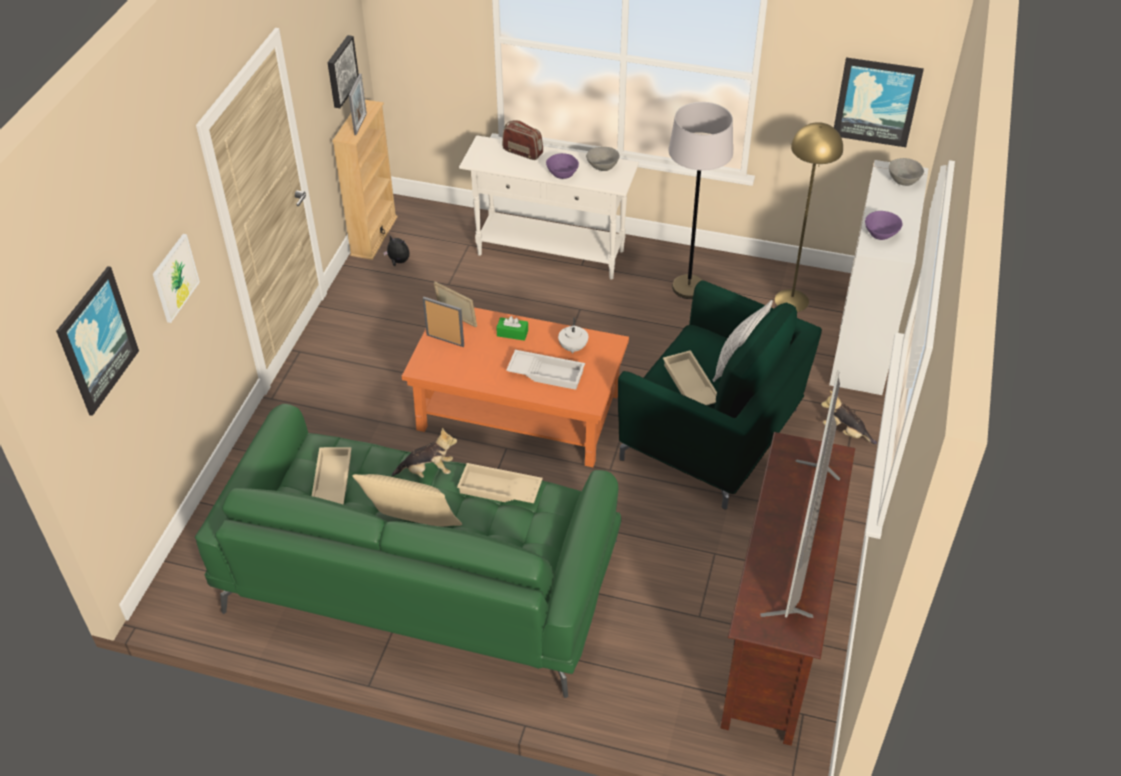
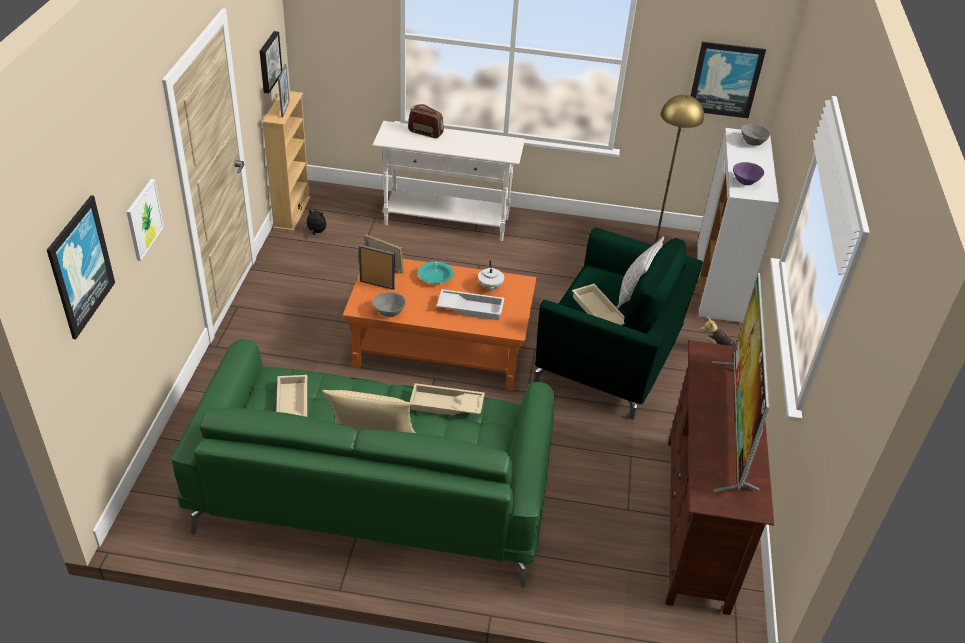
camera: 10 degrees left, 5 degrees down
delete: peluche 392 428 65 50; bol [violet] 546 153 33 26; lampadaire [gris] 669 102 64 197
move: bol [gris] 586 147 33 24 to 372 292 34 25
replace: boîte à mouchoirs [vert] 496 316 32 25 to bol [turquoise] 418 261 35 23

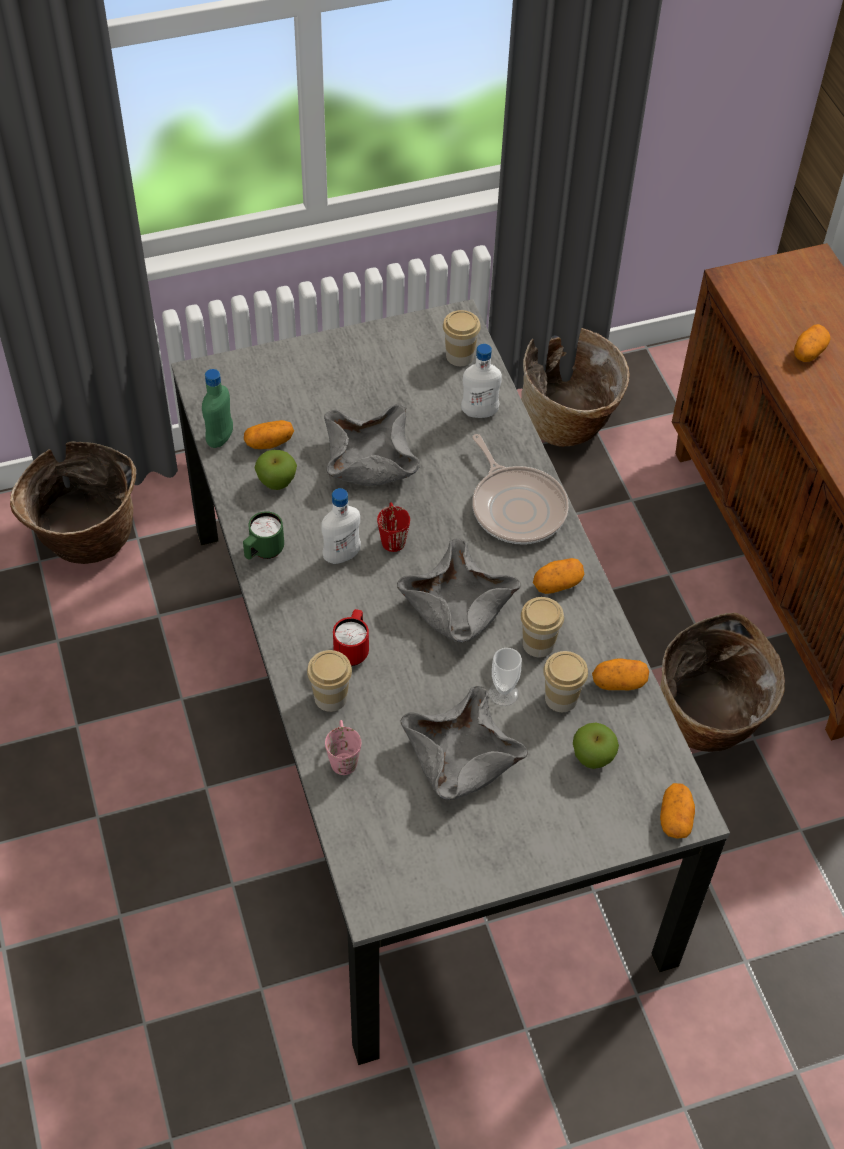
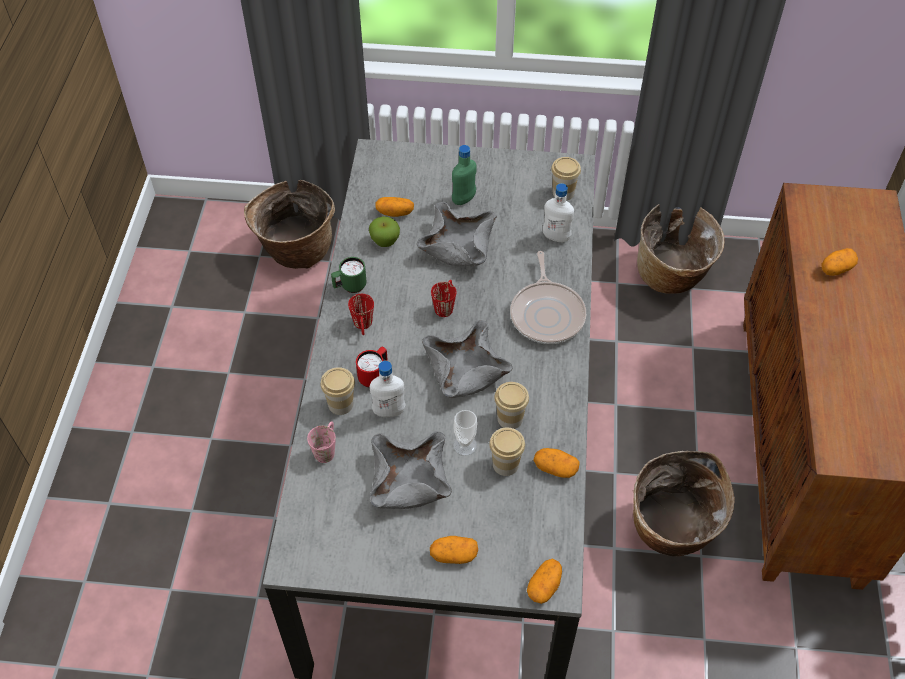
camera: 25 degrees right, 0 degrees up
delete: pomme 573 723 46 46
insert: mug [rouge] 348 294 26 41
move: bouteille [vert] 202 369 31 79 to 452 145 25 60; bouteille [blanc] 321 488 40 76 to 370 361 35 56; pomme de terre 533 558 51 36 to 430 536 48 28

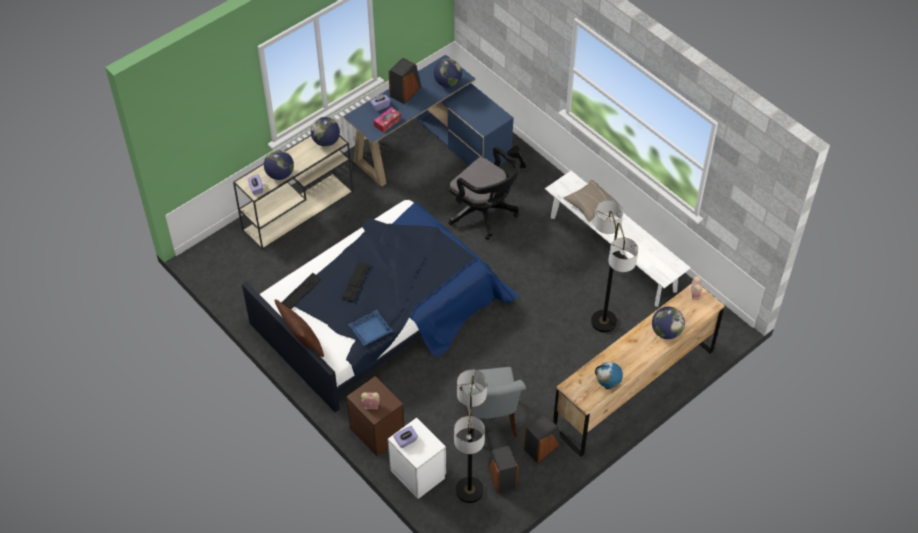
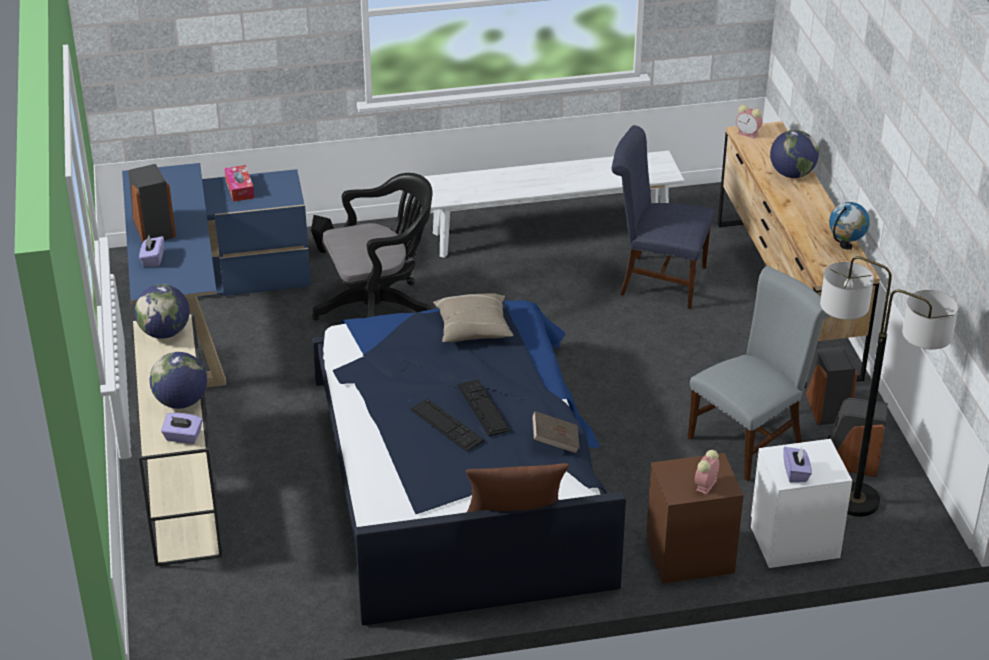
camera: 60 degrees left, 15 degrees down
delete: globe 434 59 28 28
move: clavier 281 273 42 36 to 457 380 54 56; boîte à mouchoirs 374 107 27 26 to 224 165 31 37; coussin [beige] 563 180 54 42 to 433 293 80 49
replace: plateau [bleu] 348 310 45 36 to livre [marron] 532 411 47 42; lampadaire 591 200 47 132 to chaise [bleu] 612 125 103 184
rotate: chaise [gris] 459 367 67 70 = 688 266 142 215 60 degrees counterclockwise

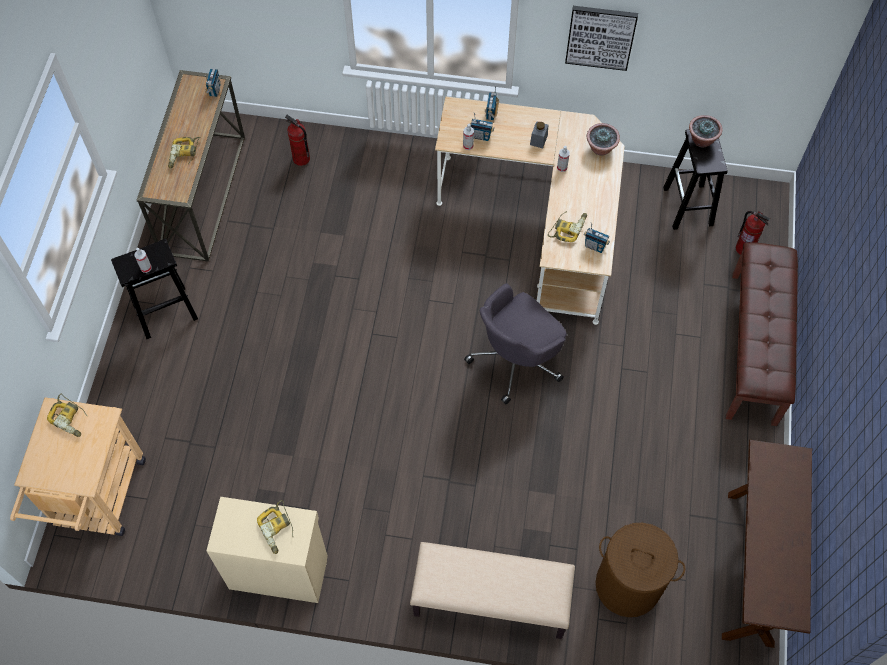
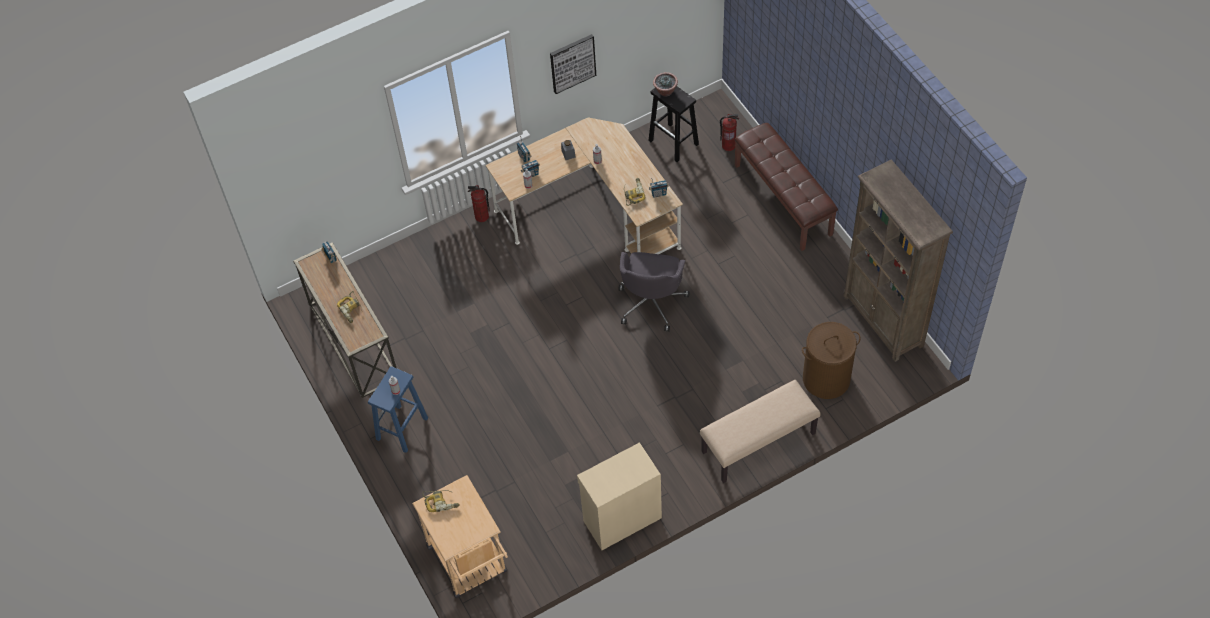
camera: 35 degrees left, 5 degrees down
delete: perceuse 257 500 36 54; plante en pot 587 123 33 33
move: extincteur 285 115 25 51 to 468 185 22 37
replace: table console [marron] 722 440 90 208 to bibliothèque [marron] 843 160 110 202
recolor: tabouret [noir] 111 239 87 100 to tabouret [bleu] 368 366 60 87

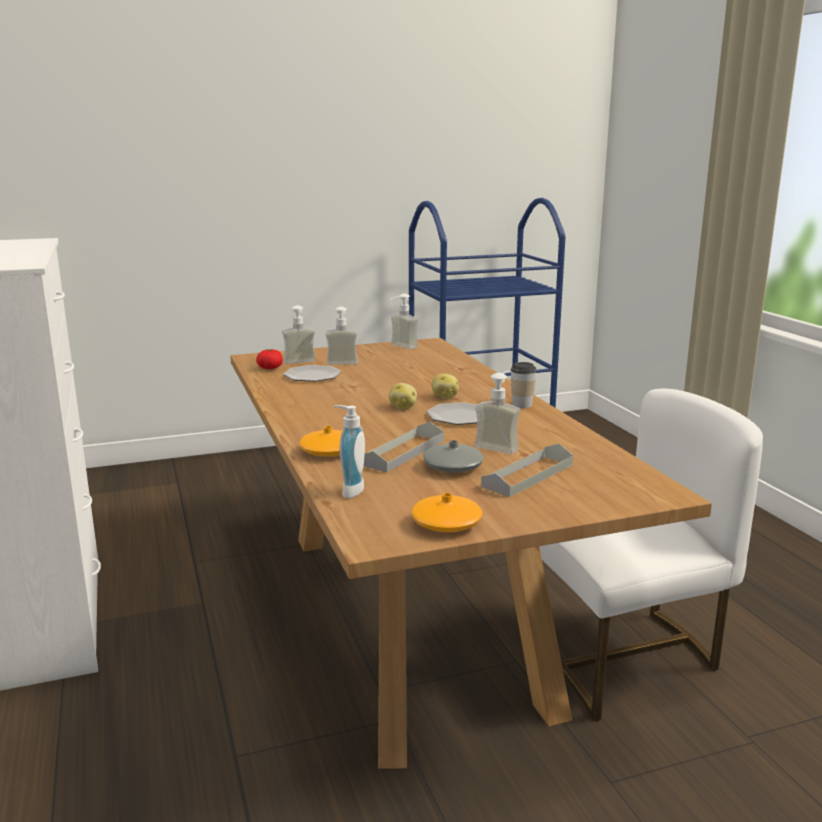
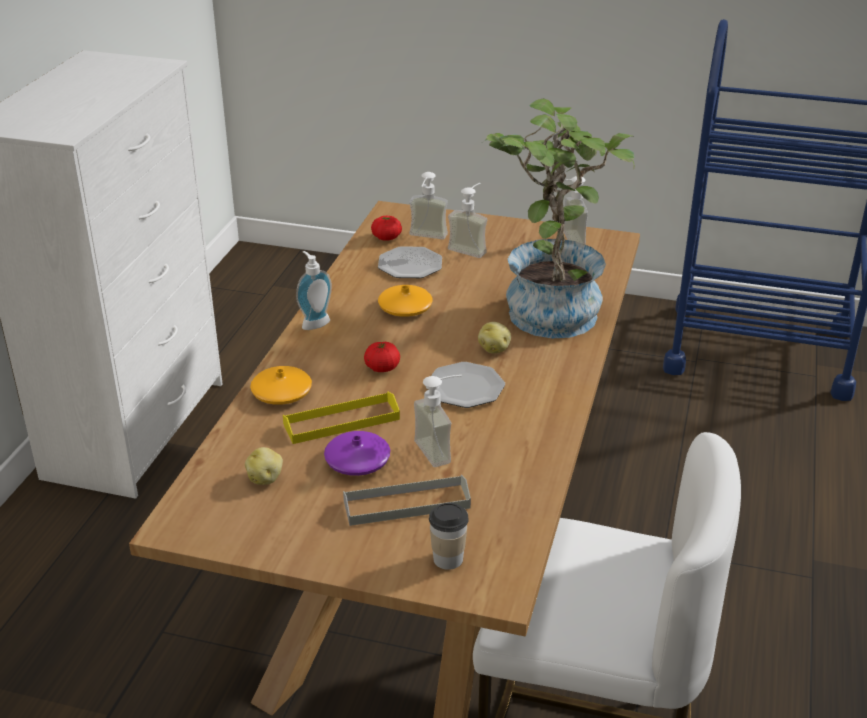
camera: 35 degrees right, 15 degrees up
insert: tomate 364 342 36 30; plante en pot 482 98 153 240
move: distributeur de savon 333 405 32 93 to 296 251 36 79; pomme de terre 389 383 28 26 to 245 447 38 38; vase [orange] 411 493 72 39 to 378 285 55 32; tasse 510 362 27 46 to 429 503 40 67
recolor: plateau [gris] 364 422 80 50 to plateau [jaune] 283 392 117 52; vase [gris] 423 440 61 33 to vase [violet] 324 431 66 45

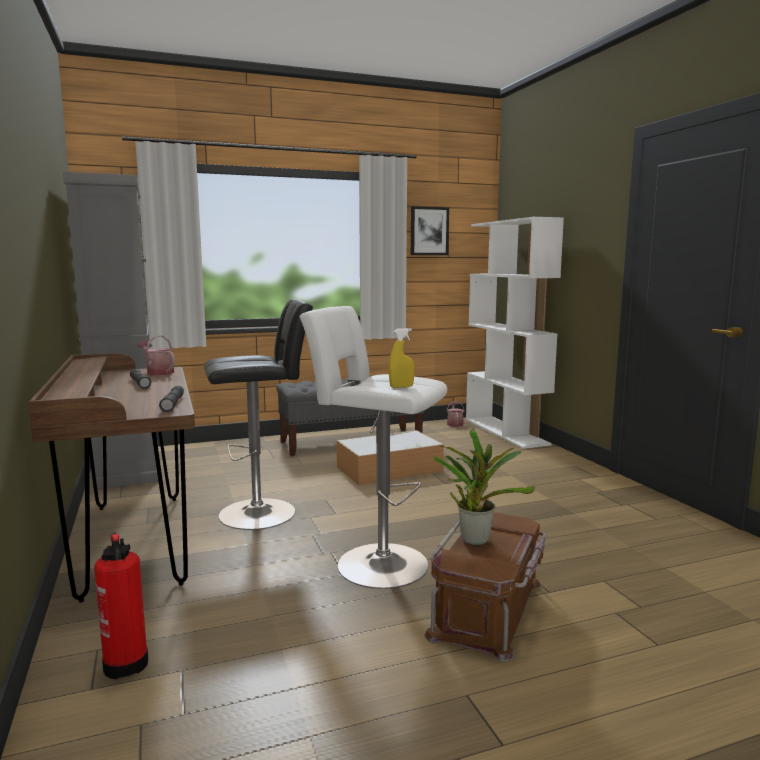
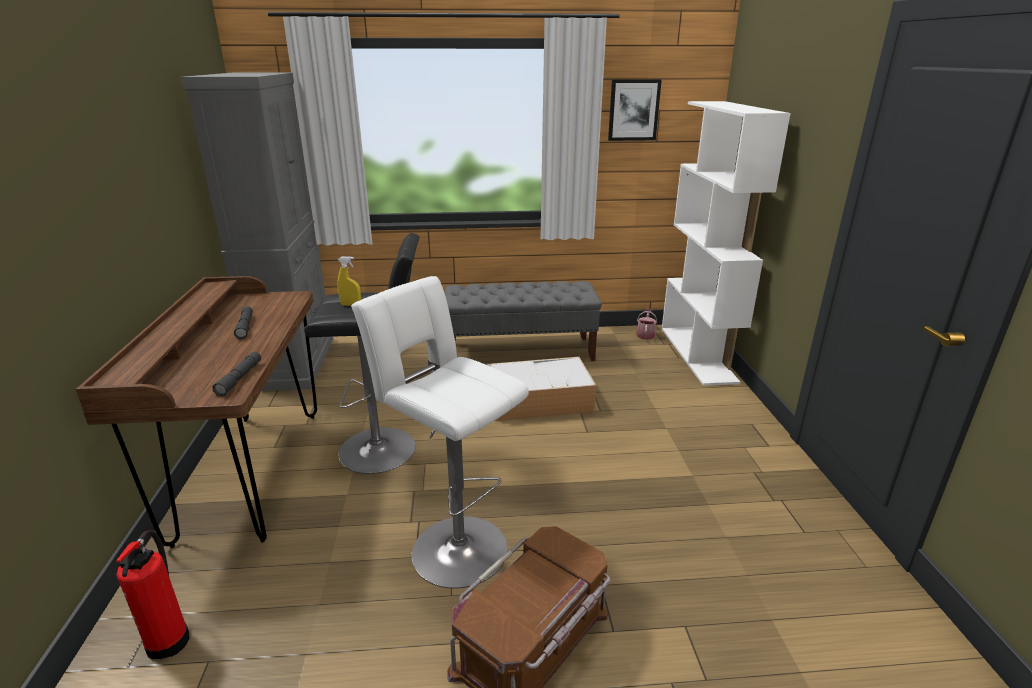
camera: 15 degrees right, 15 degrees up
delete: arrosoir 137 335 38 40; plante en pot 433 429 102 116
move: vaporisateur [jaune] 389 328 26 60 to 337 257 24 49

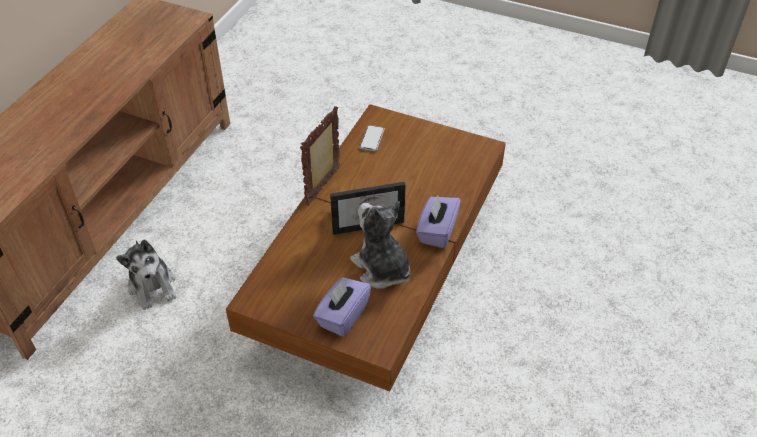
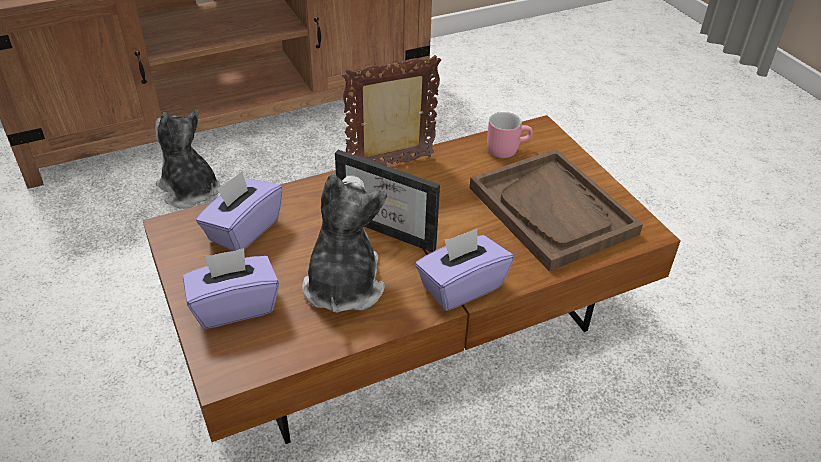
camera: 40 degrees right, 5 degrees down
insert: boîte à mouchoirs [violet] 196 171 87 80; plateau [marron] 470 149 173 122
replace: téléphone 359 125 26 26 to mug [rose] 487 112 46 46
rotate: peluche 116 240 60 70 = 155 110 65 99 120 degrees clockwise

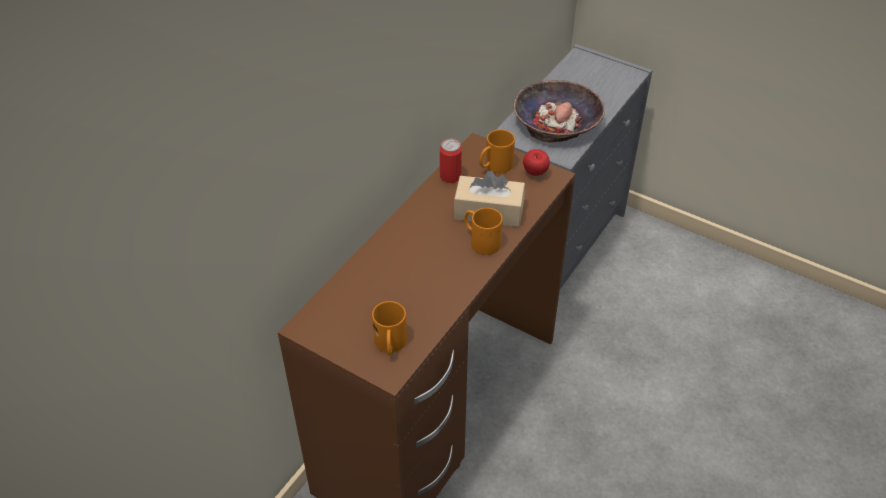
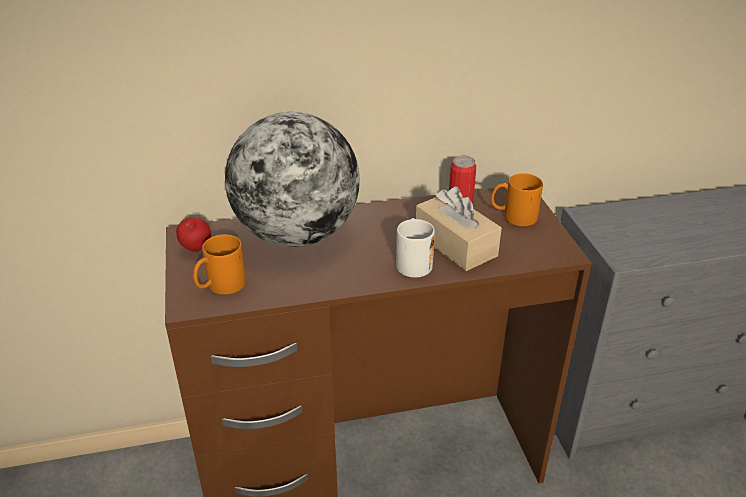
camera: 45 degrees right, 10 degrees down
delete: bol 513 80 92 63
insert: globe 225 112 135 135
move: pomme 523 149 27 27 to 176 217 35 35
recolor: mug [orange] 464 208 39 47 to mug [blanc] 396 218 39 59

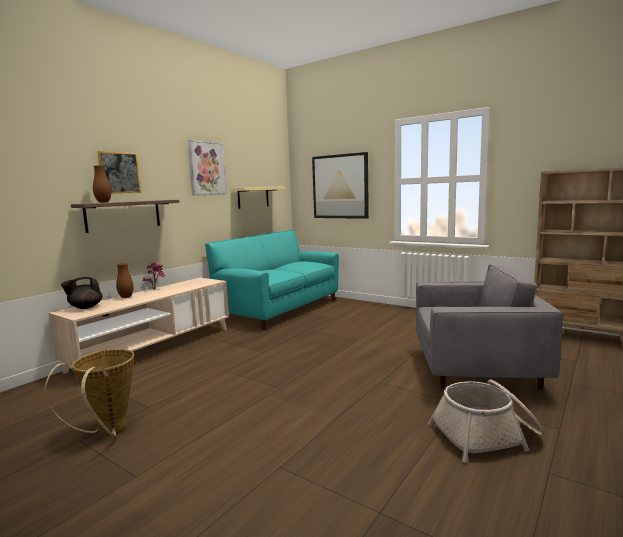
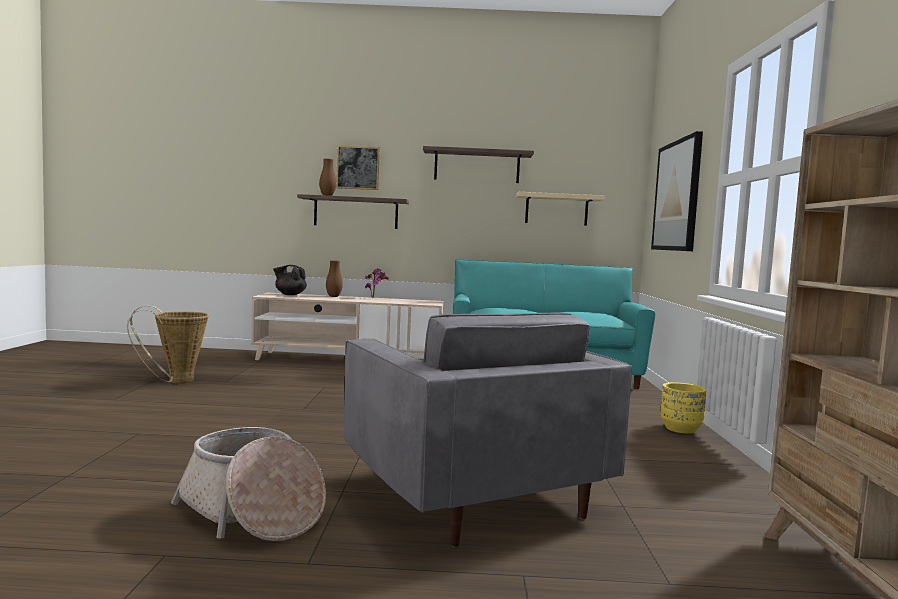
camera: 55 degrees right, 5 degrees down
insert: cache-pot [jaune] 660 382 46 52
replace: tableau 187 140 40 56 to étagère 423 146 111 37

